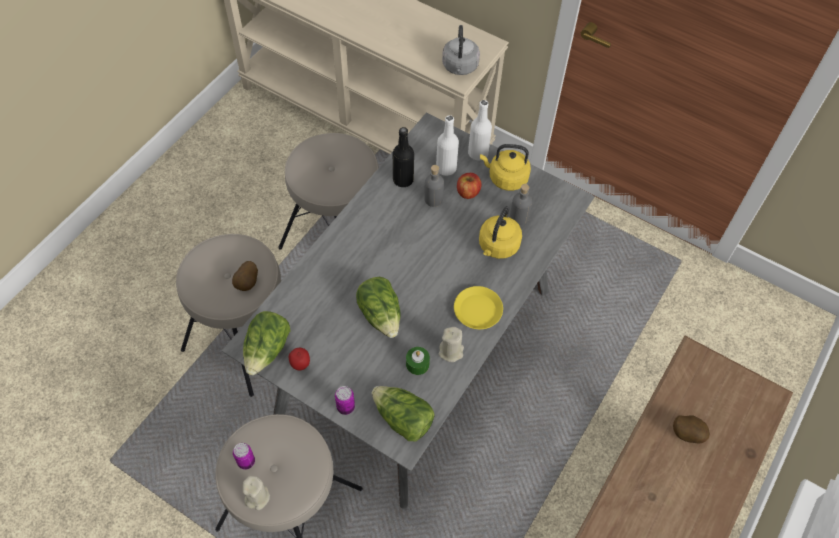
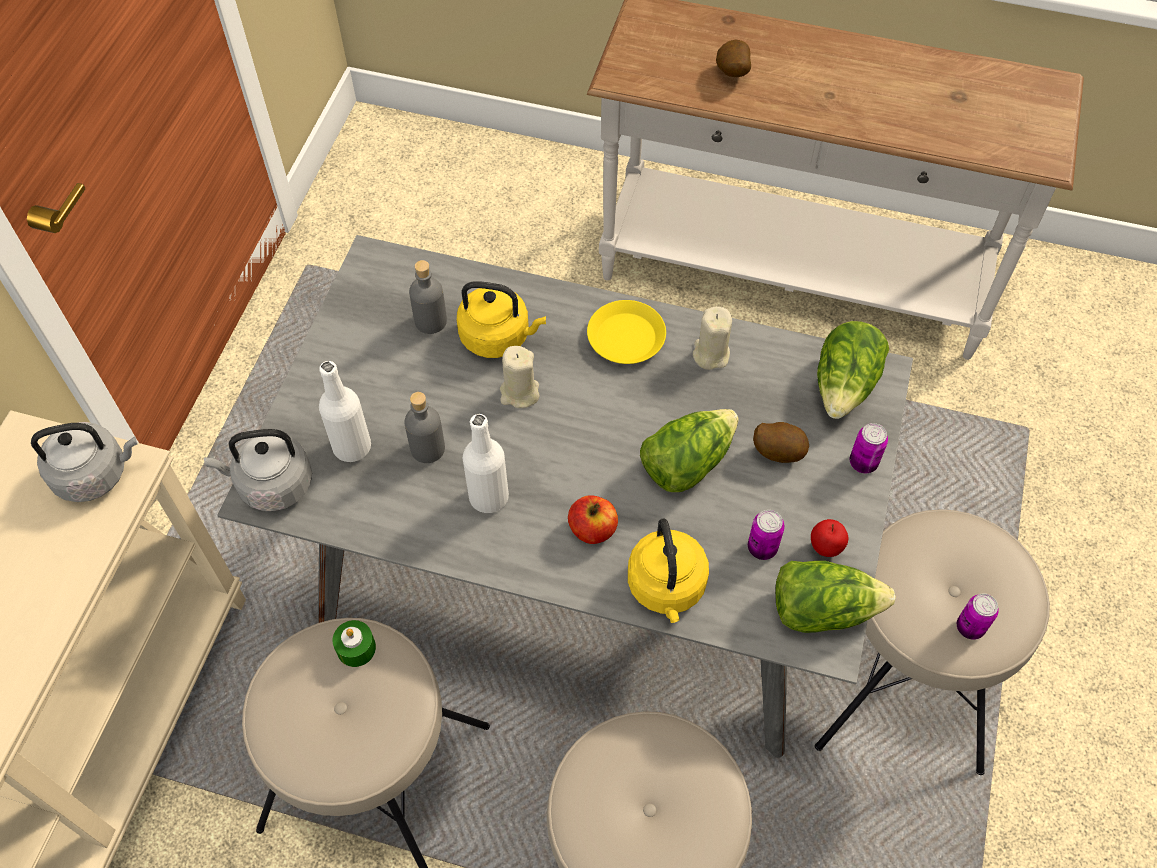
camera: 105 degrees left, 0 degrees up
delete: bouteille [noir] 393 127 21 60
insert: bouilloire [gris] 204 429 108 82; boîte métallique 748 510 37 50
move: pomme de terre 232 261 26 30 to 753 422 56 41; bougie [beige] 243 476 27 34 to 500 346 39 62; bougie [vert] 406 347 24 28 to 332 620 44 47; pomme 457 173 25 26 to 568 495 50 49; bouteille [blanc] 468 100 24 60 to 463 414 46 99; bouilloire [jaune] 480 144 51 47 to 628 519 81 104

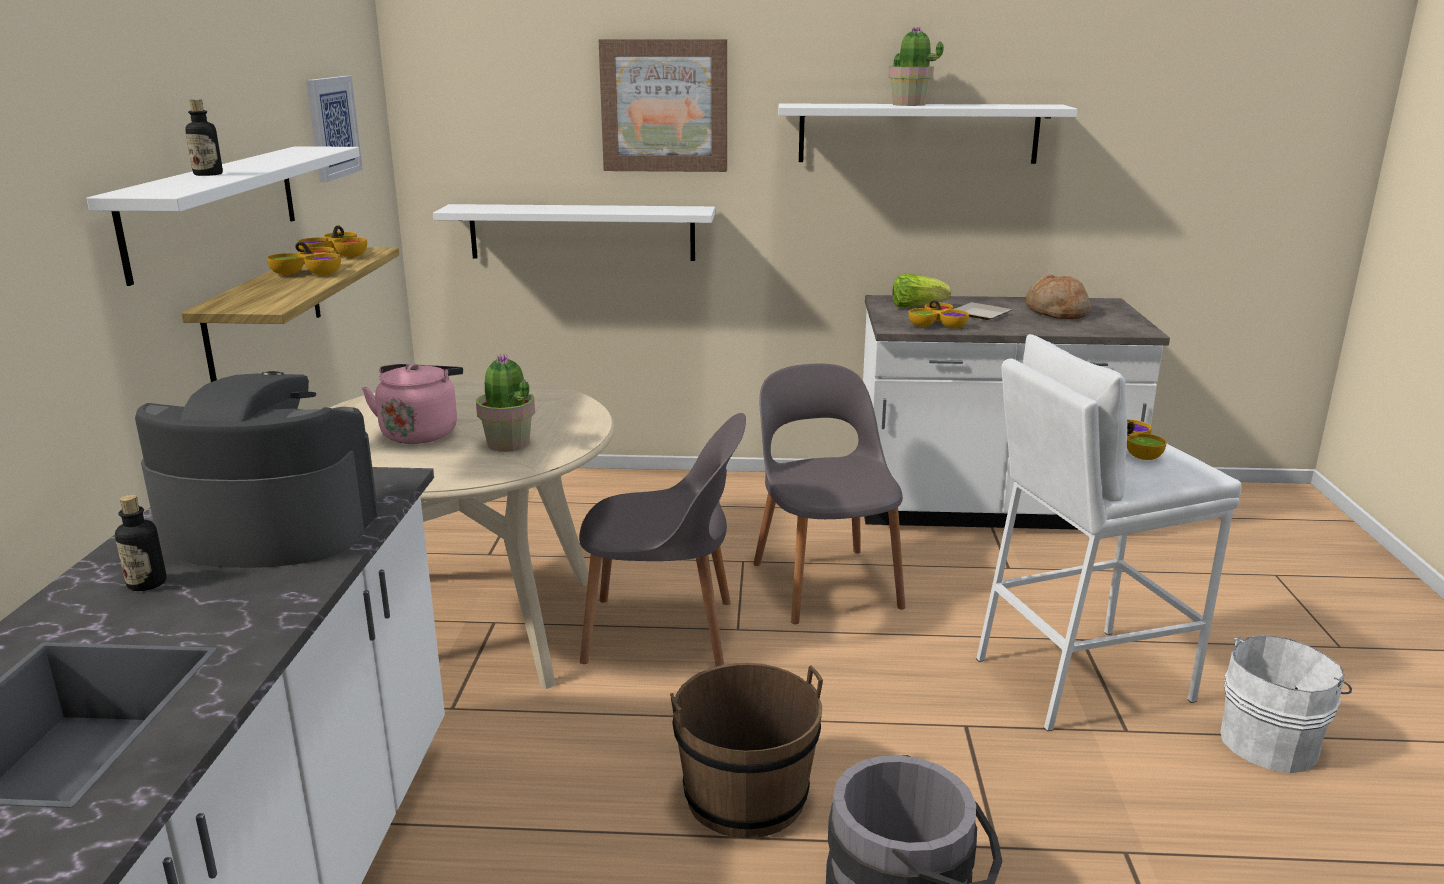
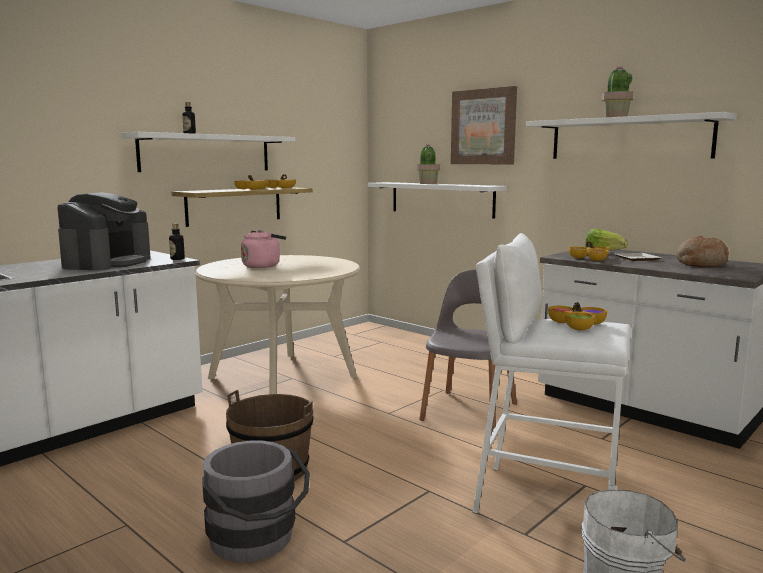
camera: 40 degrees right, 10 degrees down
delete: tableau 306 76 57 106; chaise [gris] 579 413 167 254
move: bouteille 115 495 52 96 to 169 223 16 37; plante en pot 476 354 59 98 to 417 144 23 40
rotate: machine à café 135 371 243 197 = 57 192 94 79 60 degrees clockwise

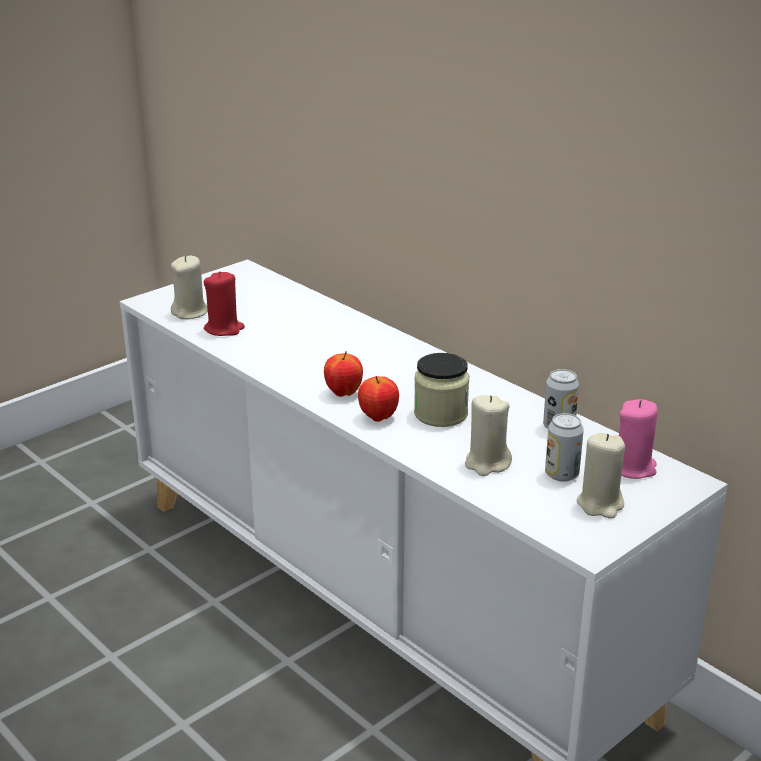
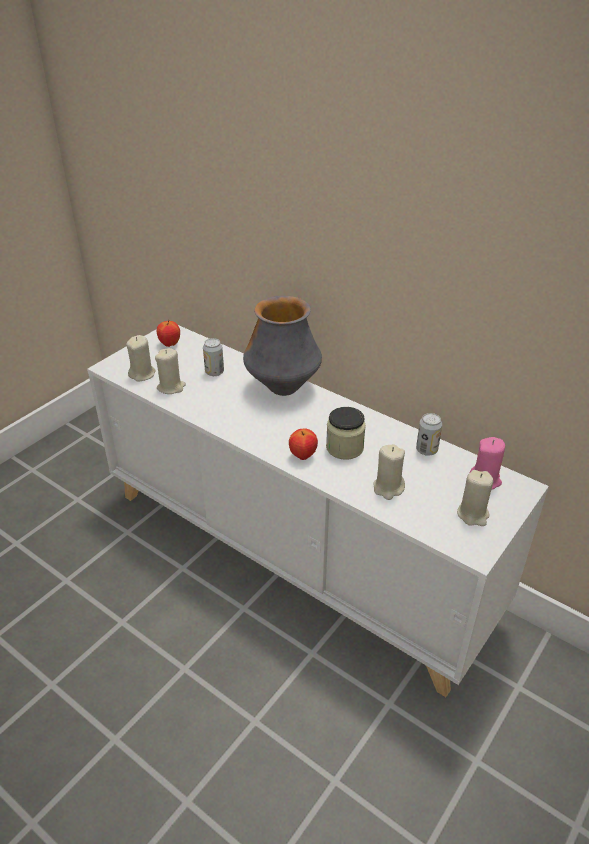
camera: 10 degrees left, 10 degrees up
insert: vase 243 296 79 100
move: pomme 324 351 39 46 to 157 320 23 27; boîte métallique 545 413 39 69 to 203 338 21 38
recolor: bougie [rouge] 204 271 41 65 to bougie [beige] 155 348 31 46

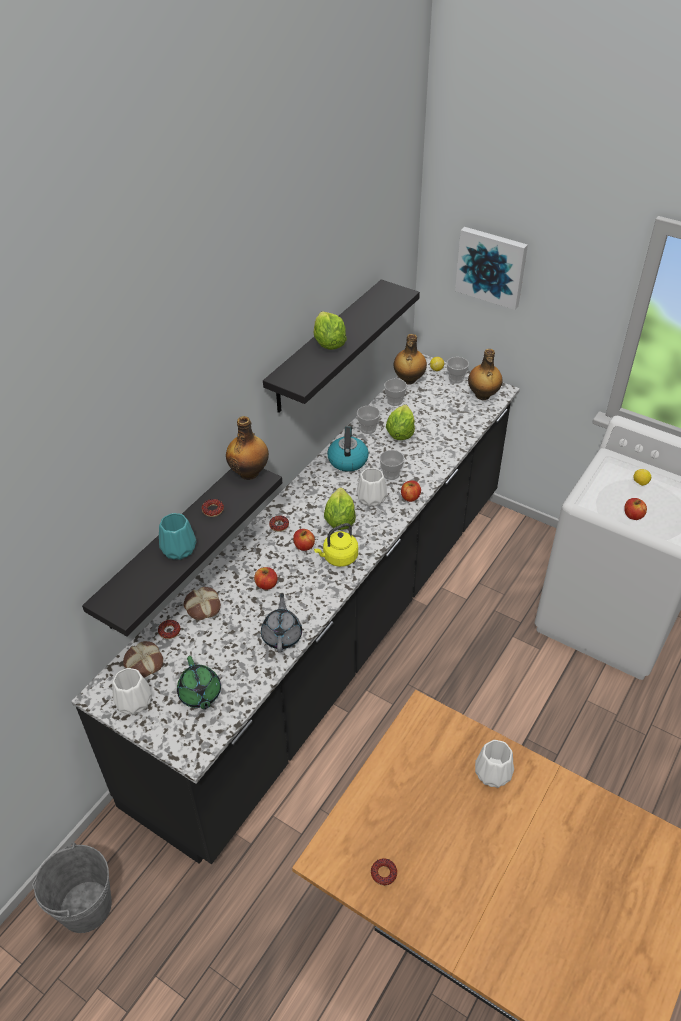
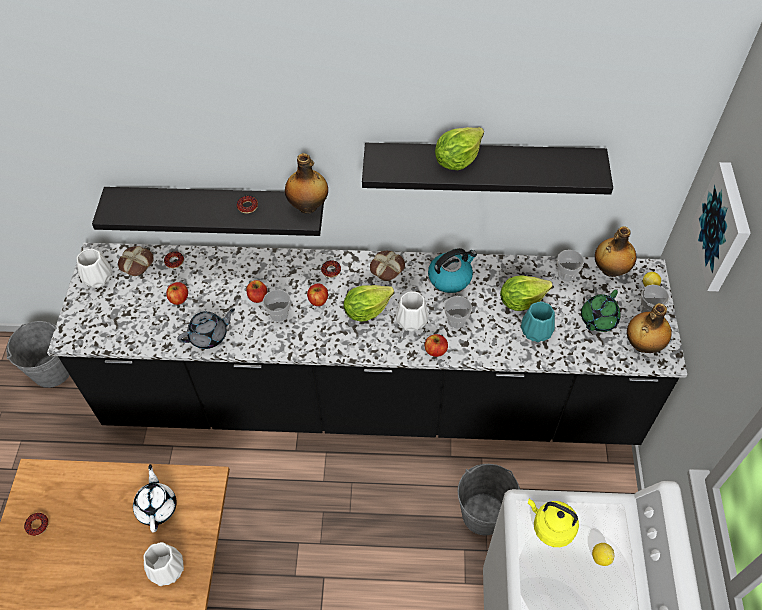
camera: 60 degrees right, 10 degrees up
insert: théière [blanc] 133 464 44 69; seau [gris] 458 464 62 72
move: vase [turquoise] 159 513 37 47 to 521 302 34 40; théière [vert] 177 656 44 53 to 581 290 40 42; pain 184 587 37 33 to 370 251 35 30; bouilloire [jaune] 314 523 44 44 to 528 499 51 48; tasse 357 406 23 28 to 263 289 27 33; pomme 624 498 23 22 to 166 282 22 23

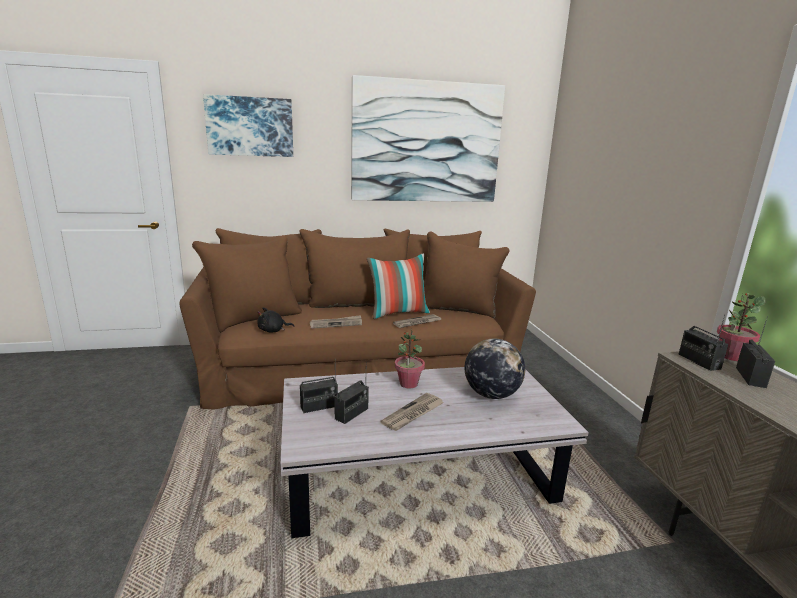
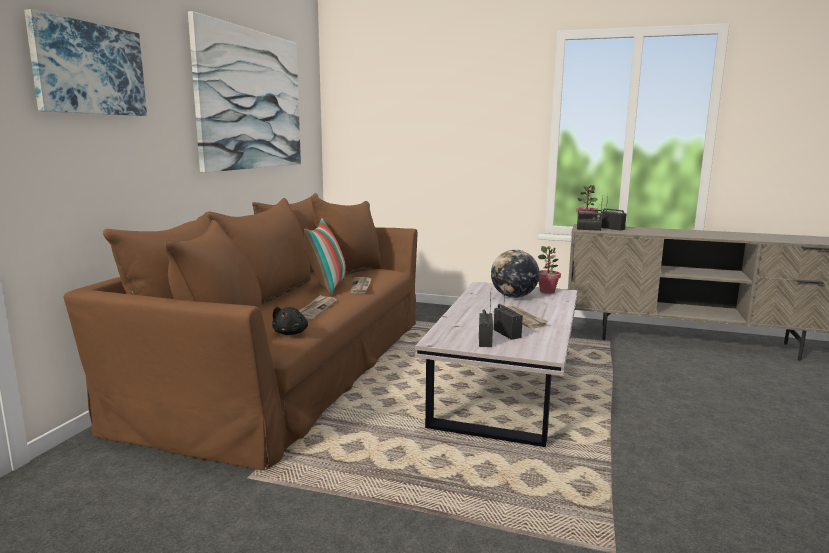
camera: 60 degrees left, 5 degrees down
move: plante en pot 395 329 30 59 to 538 246 23 48

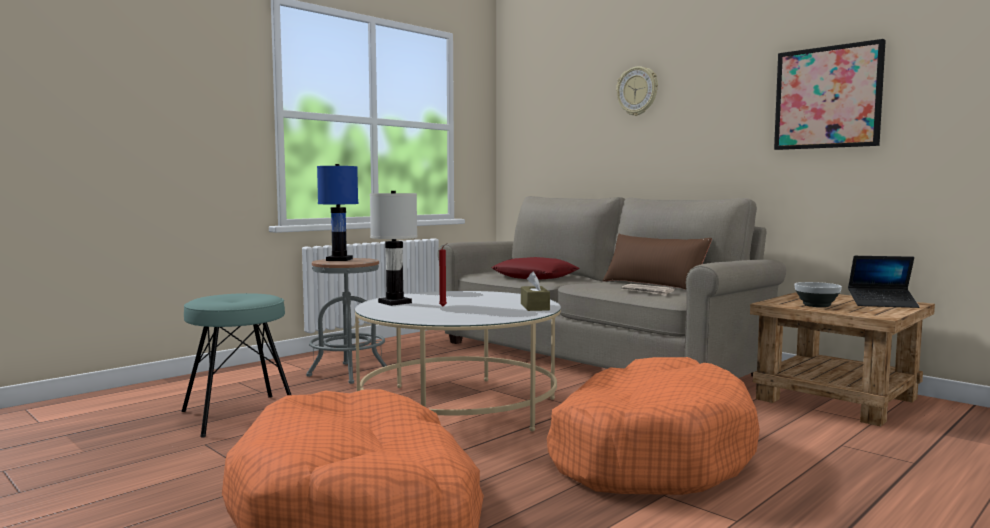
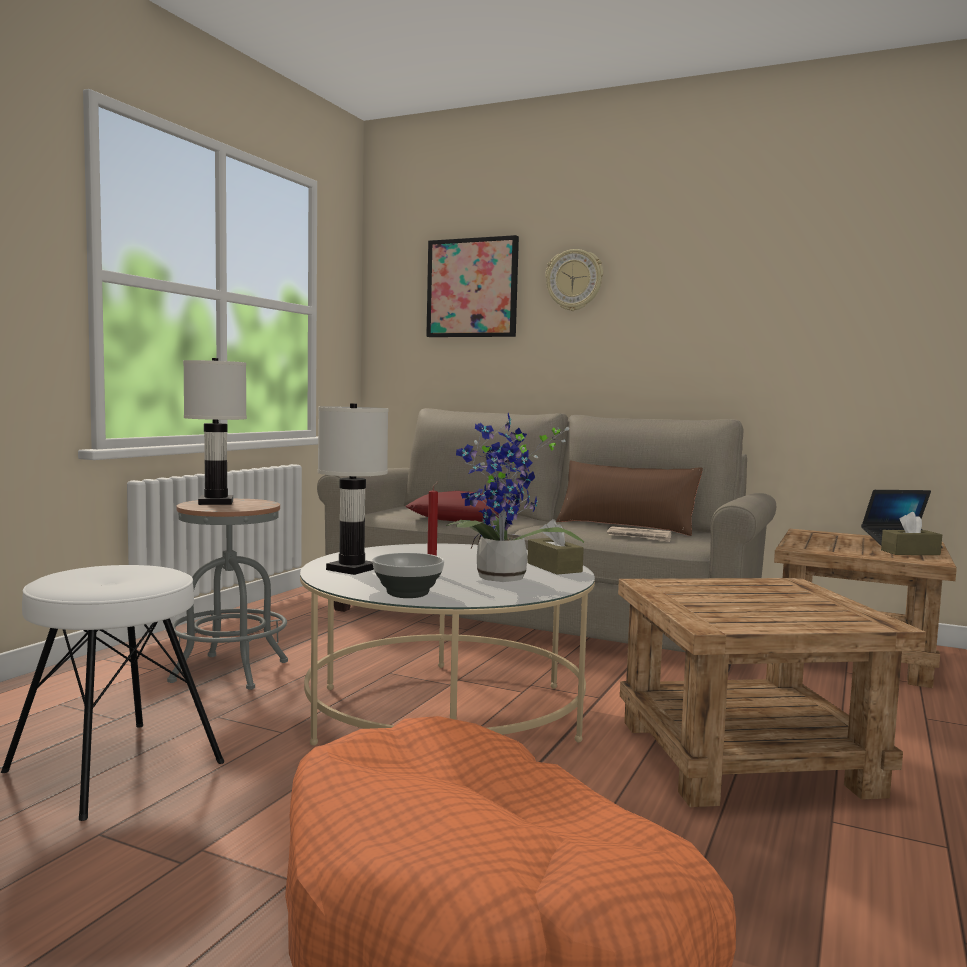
camera: 20 degrees left, 0 degrees up
insert: plante en pot 446 413 138 169; boîte à mouchoirs [marron] 881 512 61 43
move: tableau 774 39 112 111 to 426 235 93 102; bol 795 282 47 25 to 372 553 73 45
replace: panier pour chien [orange] 547 357 213 138 to table d'appoint [marron] 618 578 308 229
recolor: tabouret [turquoise] 181 293 110 145 to tabouret [blanc] 1 565 223 256; lampe de table [bleu] 317 164 41 97 to lampe de table [blanc] 183 358 64 147

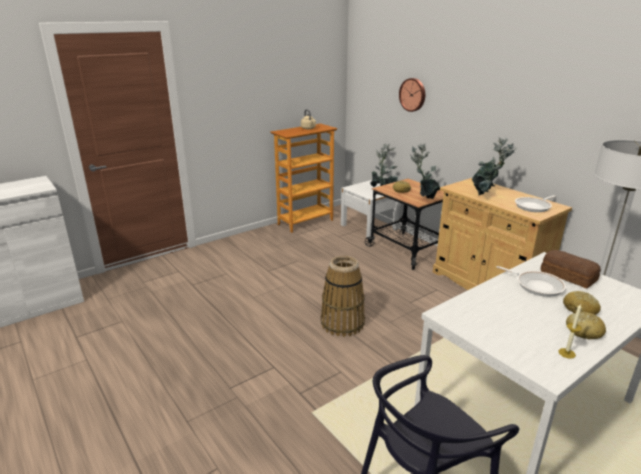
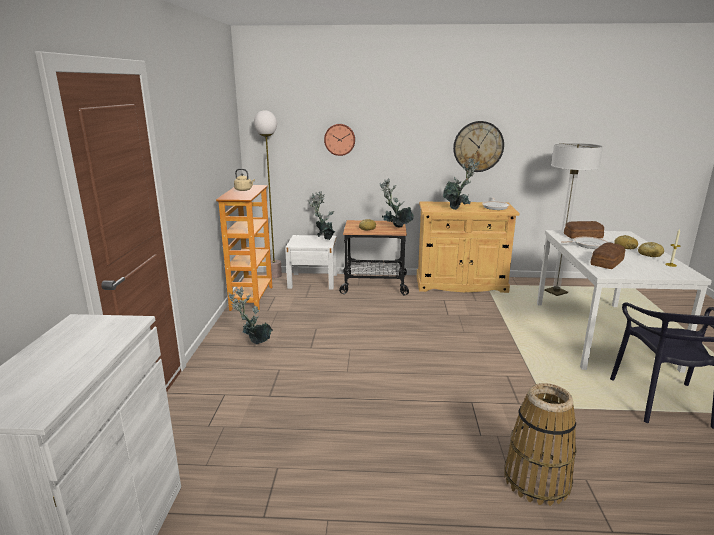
camera: 50 degrees left, 5 degrees down
insert: plante en pot 228 286 45 59; lampadaire 254 110 28 168; horloge murale 453 121 51 51; pain 590 242 35 27
move: panier 320 256 45 81 to 504 383 72 123

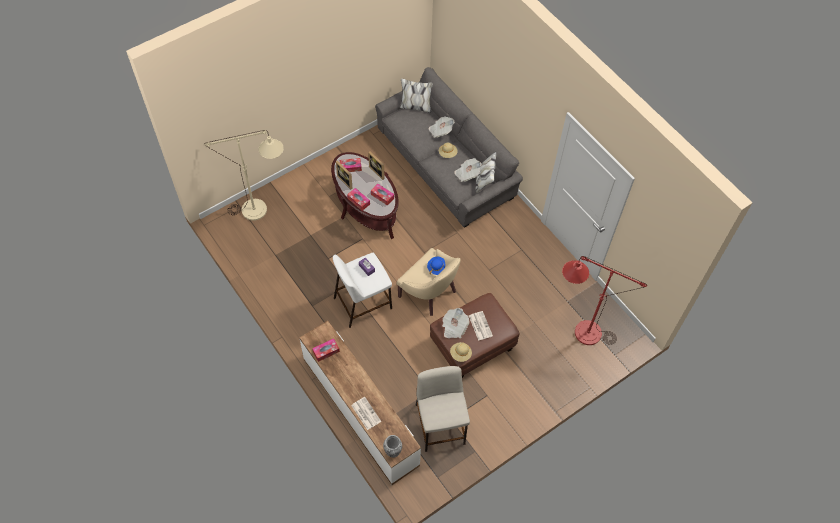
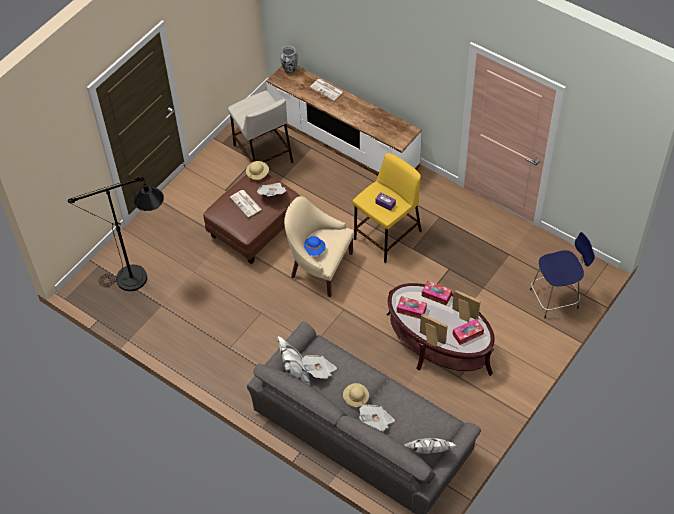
camera: 165 degrees right, 5 degrees down
delete: boîte à mouchoirs 312 338 28 24
replace: lampadaire [beige] 205 130 79 91 to tabouret [bleu] 530 232 65 86
recolor: tabouret [blanc] 333 253 59 75 to tabouret [jaune] 353 153 69 110; lampadaire [rouge] 562 256 85 89 to lampadaire [noir] 68 176 96 115

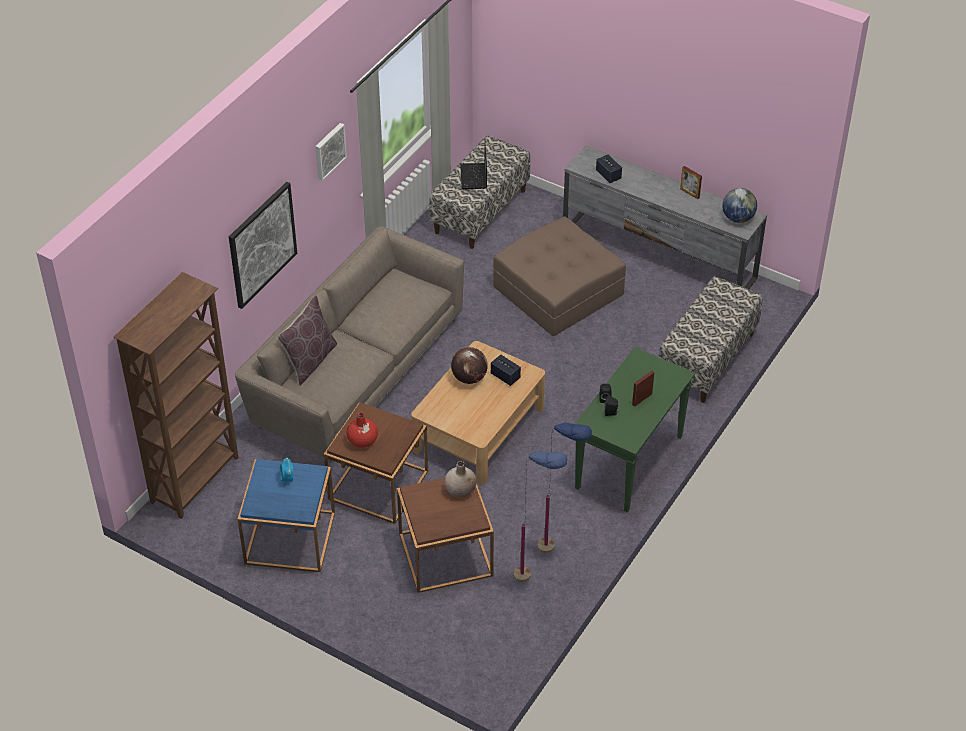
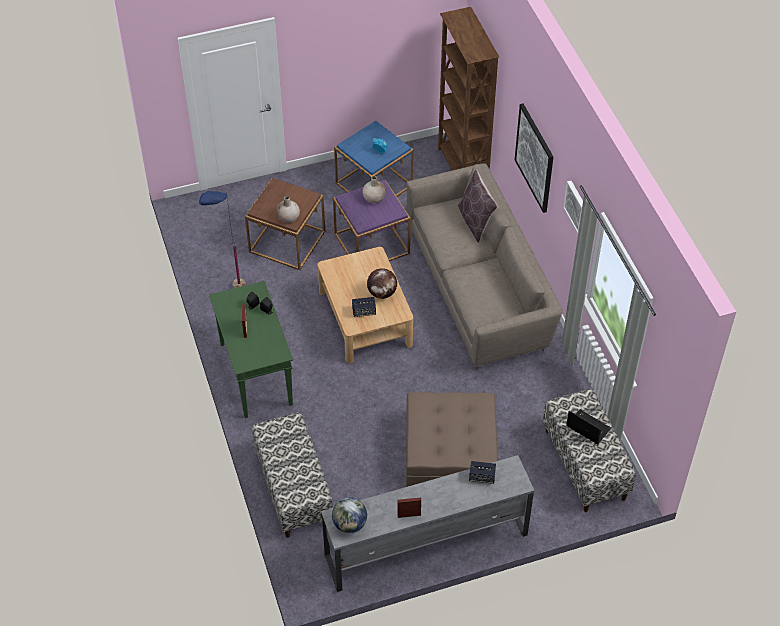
camera: 130 degrees right, 5 degrees up
delete: lampadaire [bleu] 513 451 54 131
recolor: table d'appoint [marron] 324 403 104 121 to table d'appoint [violet] 333 180 78 81; vase [rouge] 346 413 32 35 to vase [beige] 363 176 23 27

